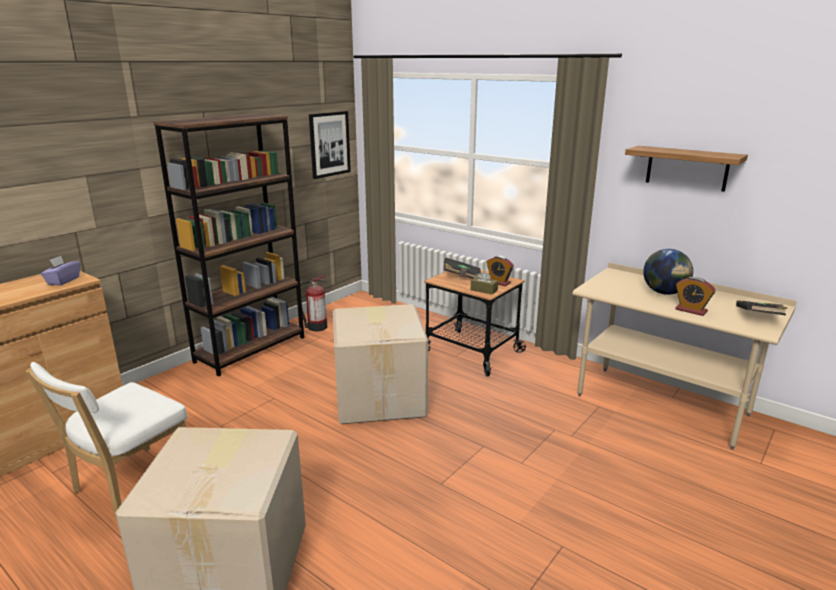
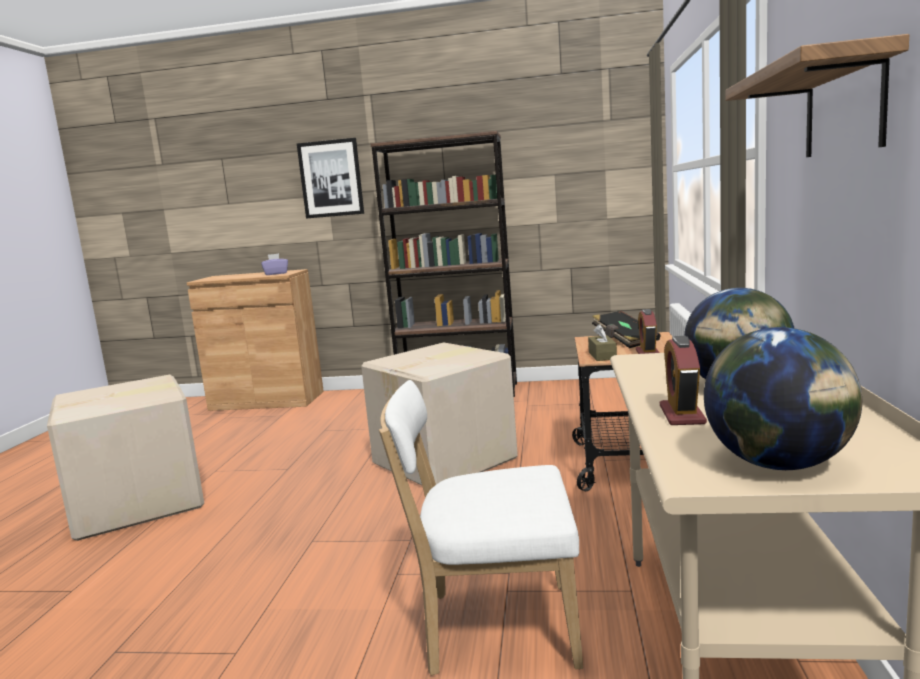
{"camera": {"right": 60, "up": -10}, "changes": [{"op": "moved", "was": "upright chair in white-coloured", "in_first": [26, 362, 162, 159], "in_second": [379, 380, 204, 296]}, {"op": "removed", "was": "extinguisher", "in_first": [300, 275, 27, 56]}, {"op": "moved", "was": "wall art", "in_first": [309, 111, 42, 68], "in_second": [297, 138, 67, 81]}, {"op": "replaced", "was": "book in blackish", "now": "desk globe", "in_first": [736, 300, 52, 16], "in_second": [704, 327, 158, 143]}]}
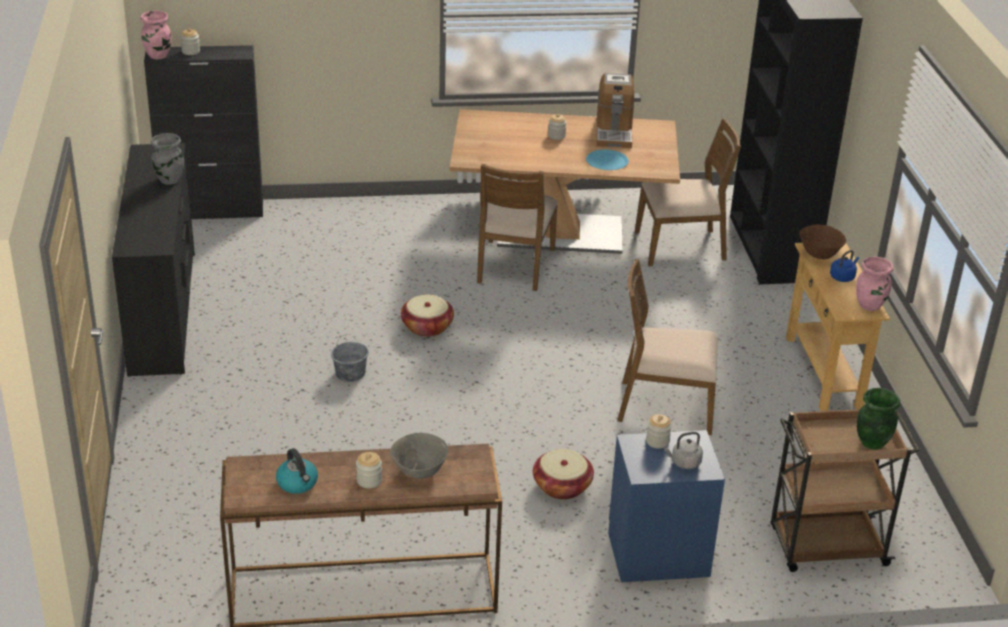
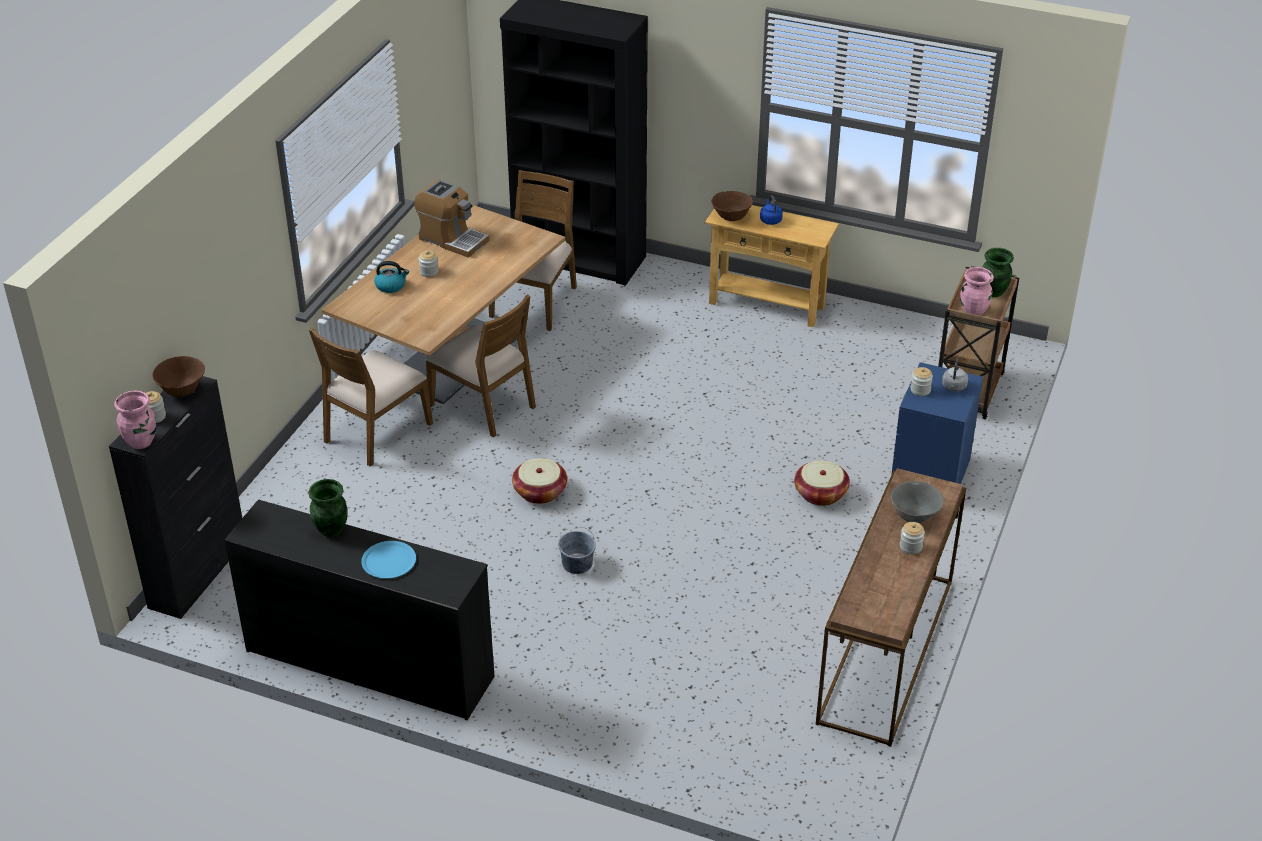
{"camera": {"right": -60, "up": 5}, "changes": [{"op": "recoloured", "was": "flower vase in gray", "now": "flower vase in green-coloured", "in_first": [151, 133, 33, 52], "in_second": [308, 479, 40, 58]}, {"op": "moved", "was": "tea kettle", "in_first": [276, 448, 42, 46], "in_second": [374, 261, 35, 32]}, {"op": "moved", "was": "dinner plate in blue-coloured", "in_first": [586, 150, 43, 20], "in_second": [361, 541, 55, 38]}, {"op": "moved", "was": "upright chair in brown-coloured", "in_first": [617, 259, 101, 176], "in_second": [309, 328, 124, 139]}, {"op": "moved", "was": "flower vase in pinkish", "in_first": [856, 257, 38, 54], "in_second": [960, 267, 34, 49]}, {"op": "added", "now": "deep dish in brown-coloured", "in_second": [152, 356, 53, 41]}]}
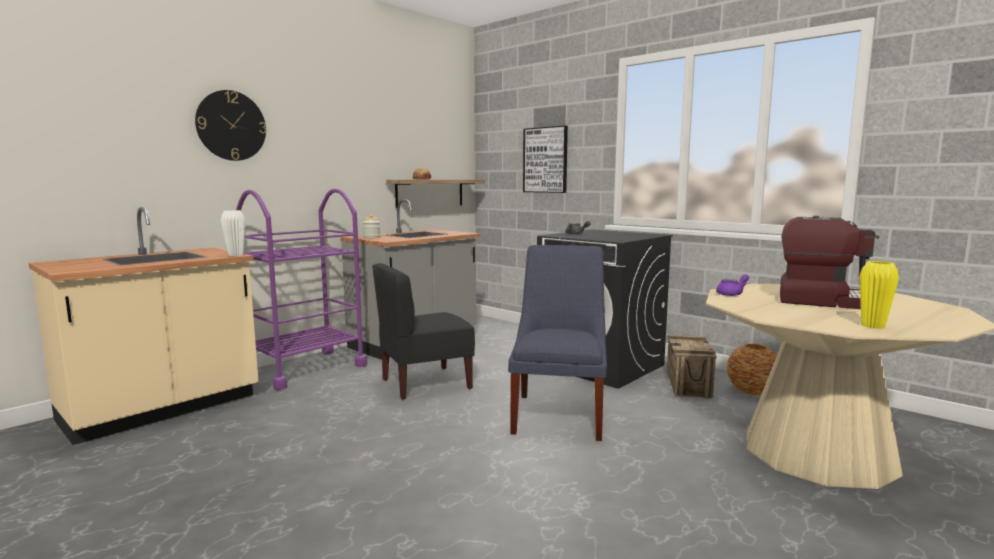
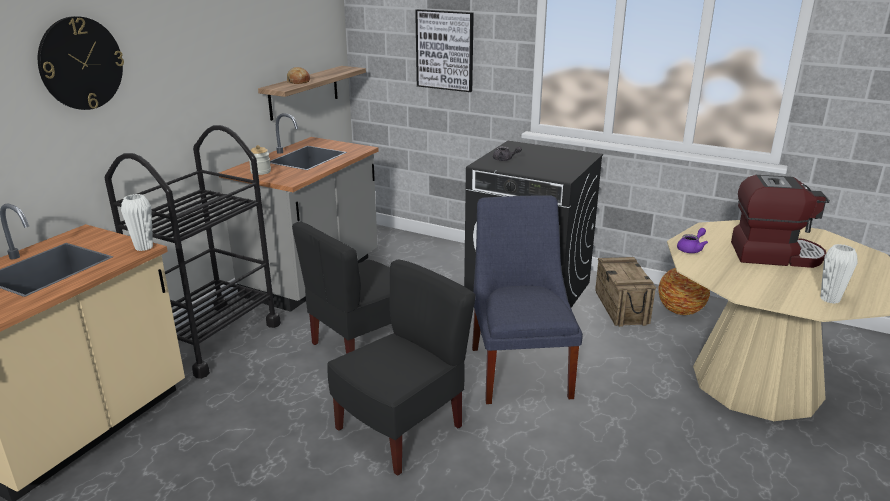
{"camera": {"right": -15, "up": 15}, "changes": [{"op": "recoloured", "was": "trolley in purple", "now": "trolley in blackish", "in_first": [236, 188, 131, 202], "in_second": [105, 125, 176, 254]}, {"op": "recoloured", "was": "flower vase in yellow-coloured", "now": "flower vase in white-coloured", "in_first": [859, 261, 40, 68], "in_second": [820, 244, 38, 60]}, {"op": "added", "now": "upright chair in blackish", "in_second": [327, 260, 149, 216]}]}
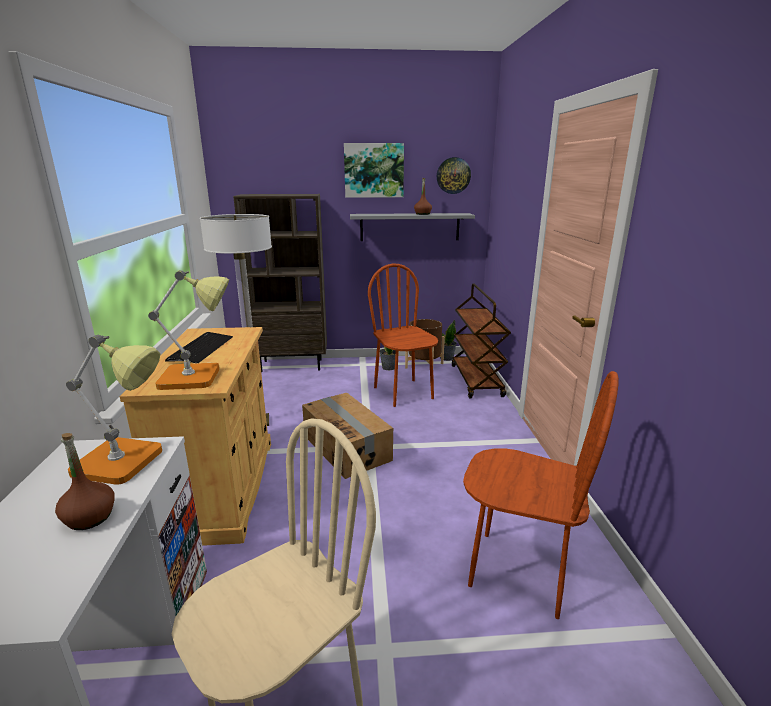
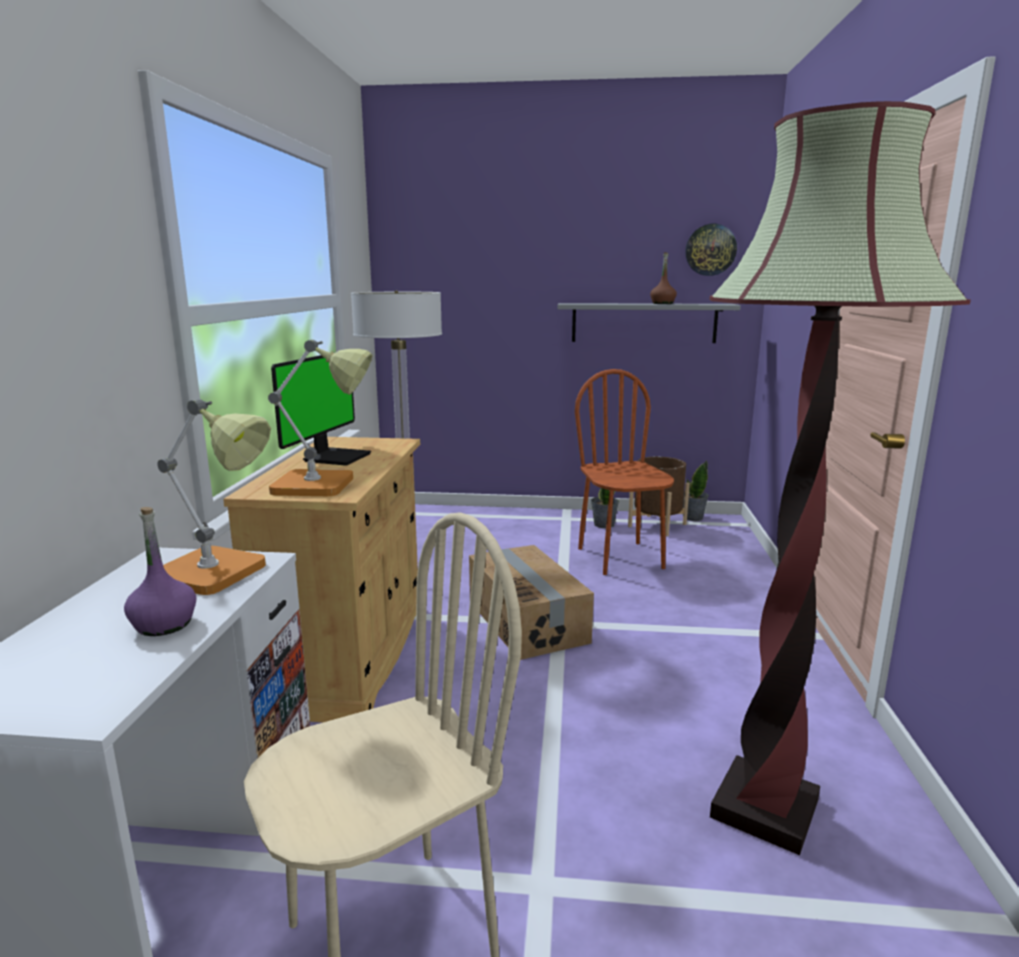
{"camera": {"right": 10, "up": -5}, "changes": [{"op": "recoloured", "was": "drink bottle in brown-coloured", "now": "drink bottle in purple", "in_first": [55, 433, 60, 97], "in_second": [124, 507, 73, 129]}, {"op": "replaced", "was": "computer keyboard", "now": "monitor", "in_first": [165, 332, 68, 31], "in_second": [271, 355, 100, 111]}, {"op": "removed", "was": "bookcase in brown-coloured", "in_first": [233, 194, 94, 178]}, {"op": "removed", "was": "wall art", "in_first": [344, 143, 60, 55]}, {"op": "removed", "was": "trolley in brown-coloured", "in_first": [452, 284, 59, 114]}, {"op": "replaced", "was": "upright chair in brown-coloured", "now": "standard lamp", "in_first": [463, 371, 156, 248], "in_second": [710, 101, 261, 754]}]}
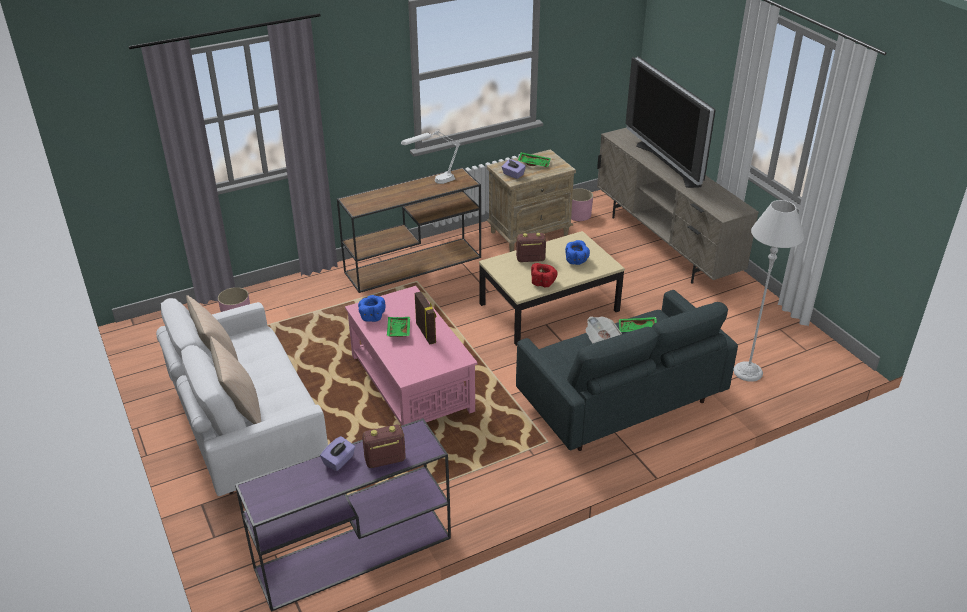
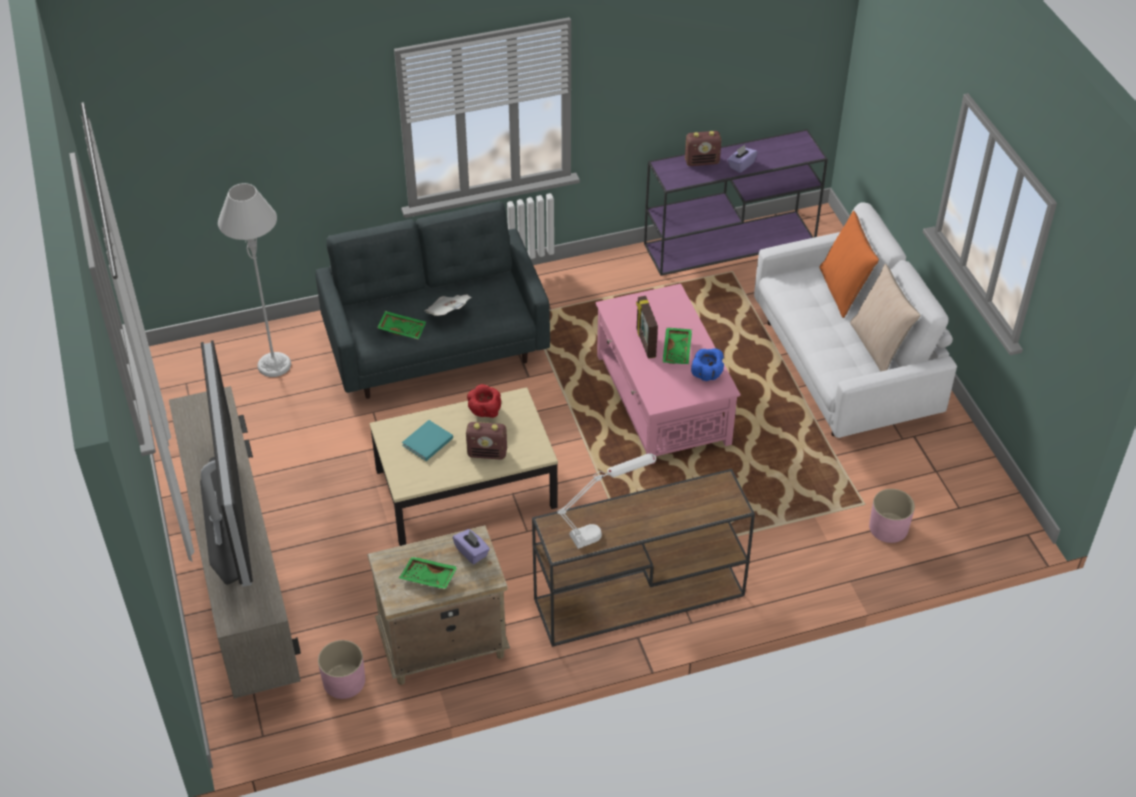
{"camera": {"right": -170, "up": 10}, "changes": [{"op": "recoloured", "was": "throw pillow in beige", "now": "throw pillow in orangey", "in_first": [210, 336, 51, 88], "in_second": [819, 211, 60, 107]}, {"op": "replaced", "was": "deep dish in blue-coloured", "now": "book in turquoise-coloured", "in_first": [565, 240, 25, 25], "in_second": [402, 420, 51, 41]}]}
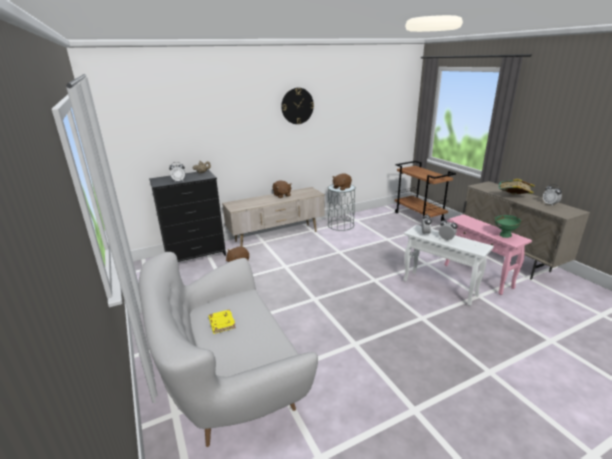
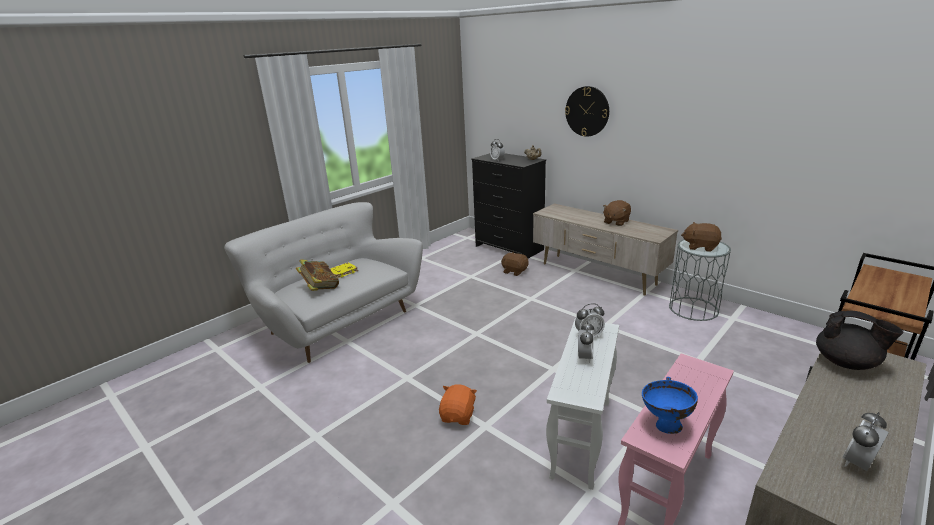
{"camera": {"right": 70, "up": 0}, "changes": [{"op": "moved", "was": "clock on the wall", "in_first": [281, 88, 33, 36], "in_second": [565, 86, 44, 51]}, {"op": "recoloured", "was": "deep dish in green-coloured", "now": "deep dish in blue-coloured", "in_first": [495, 215, 27, 23], "in_second": [642, 377, 56, 57]}, {"op": "moved", "was": "book", "in_first": [499, 179, 36, 15], "in_second": [296, 260, 43, 31]}, {"op": "added", "now": "cuddly toy in orangey", "in_second": [439, 385, 38, 40]}, {"op": "added", "now": "pot for tea in blackish", "in_second": [816, 311, 87, 59]}]}
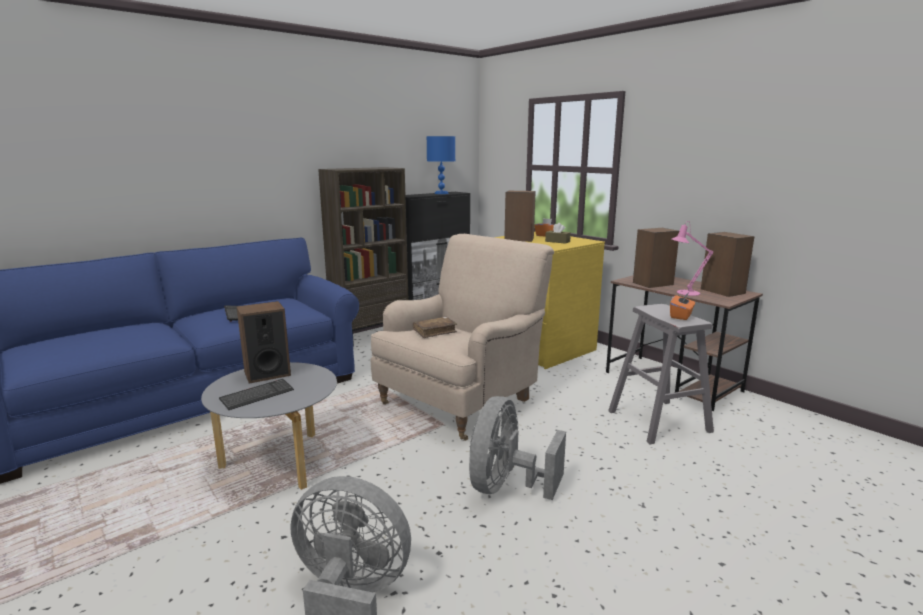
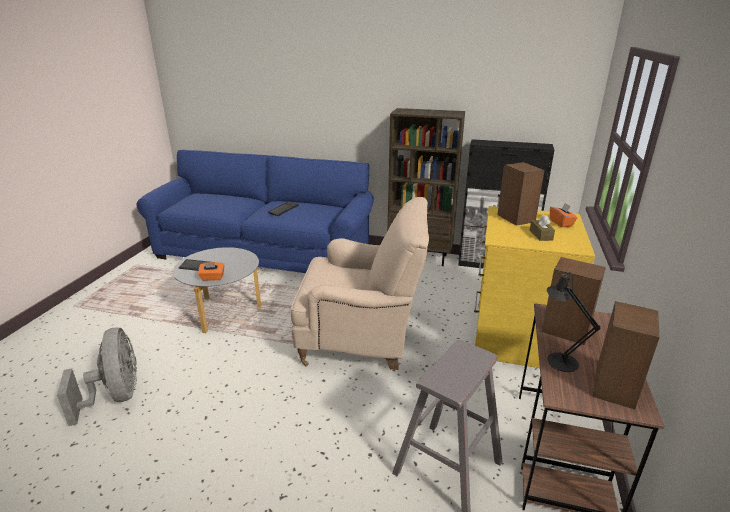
{"camera": {"right": 55, "up": 10}, "changes": [{"op": "removed", "was": "loudspeaker", "in_first": [236, 301, 55, 82]}, {"op": "removed", "was": "book in brown-coloured", "in_first": [413, 317, 44, 21]}, {"op": "removed", "was": "lamp for a table in blue-coloured", "in_first": [427, 136, 28, 58]}, {"op": "removed", "was": "fan in gray", "in_first": [469, 396, 97, 104]}, {"op": "moved", "was": "tissue box in orangey", "in_first": [670, 293, 25, 27], "in_second": [198, 262, 27, 19]}, {"op": "recoloured", "was": "lamp for a table in pinkish", "now": "lamp for a table in blackish", "in_first": [672, 221, 41, 75], "in_second": [547, 272, 53, 100]}]}
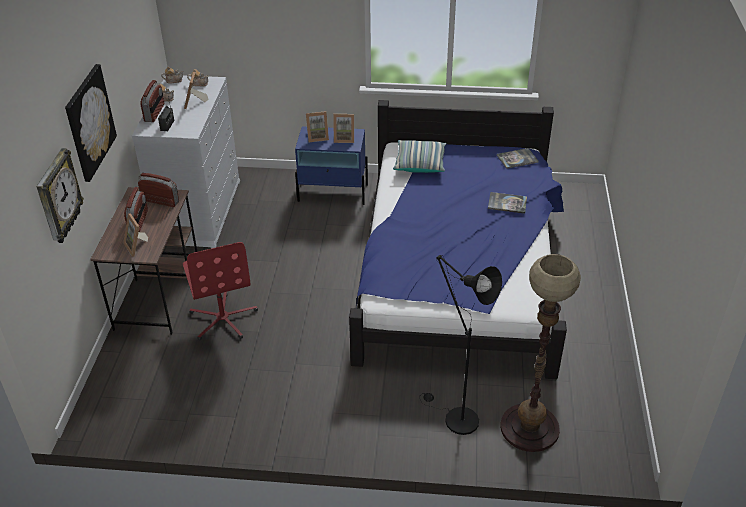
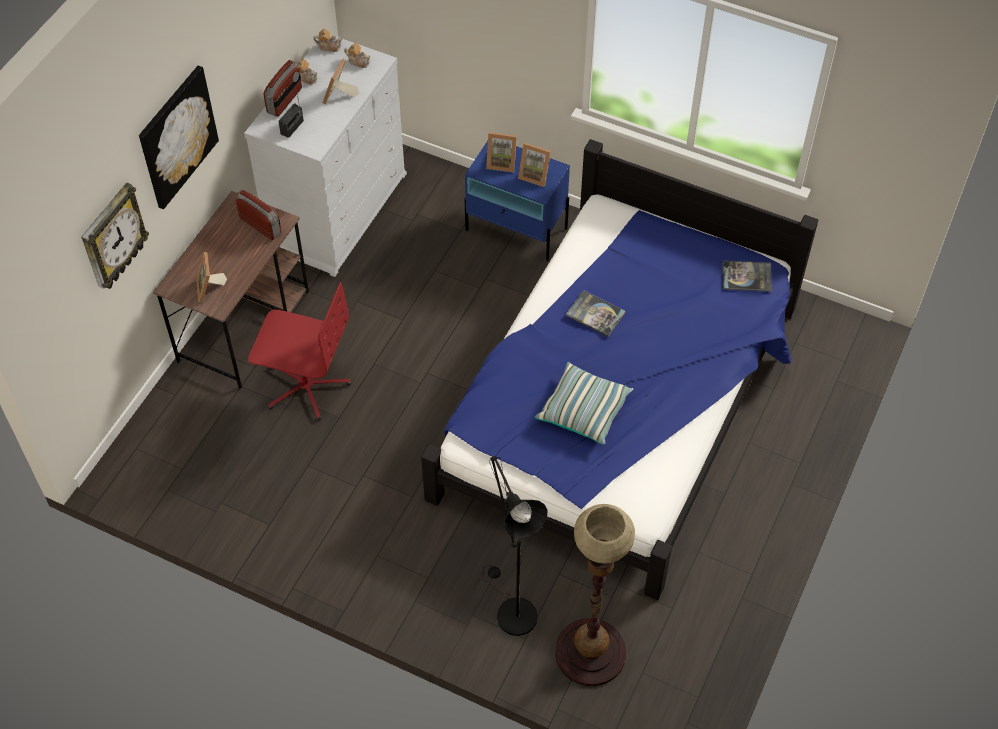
{"camera": {"right": 20, "up": 15}, "changes": [{"op": "removed", "was": "radio", "in_first": [124, 187, 24, 45]}, {"op": "turned", "was": "computer chair in red-coloured", "in_first": [183, 242, 75, 98], "in_second": [248, 282, 103, 139], "clockwise": -75}, {"op": "moved", "was": "throw pillow", "in_first": [393, 140, 53, 33], "in_second": [535, 362, 98, 83]}, {"op": "moved", "was": "book", "in_first": [488, 192, 39, 22], "in_second": [565, 290, 61, 47]}]}
